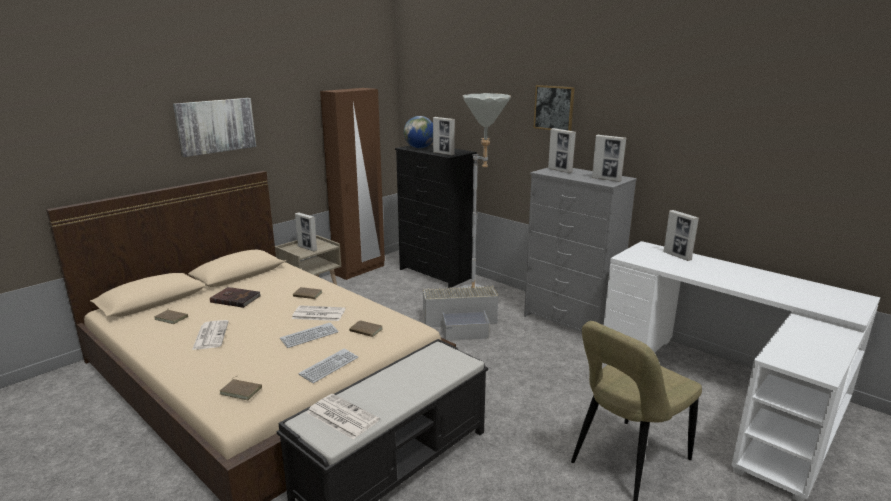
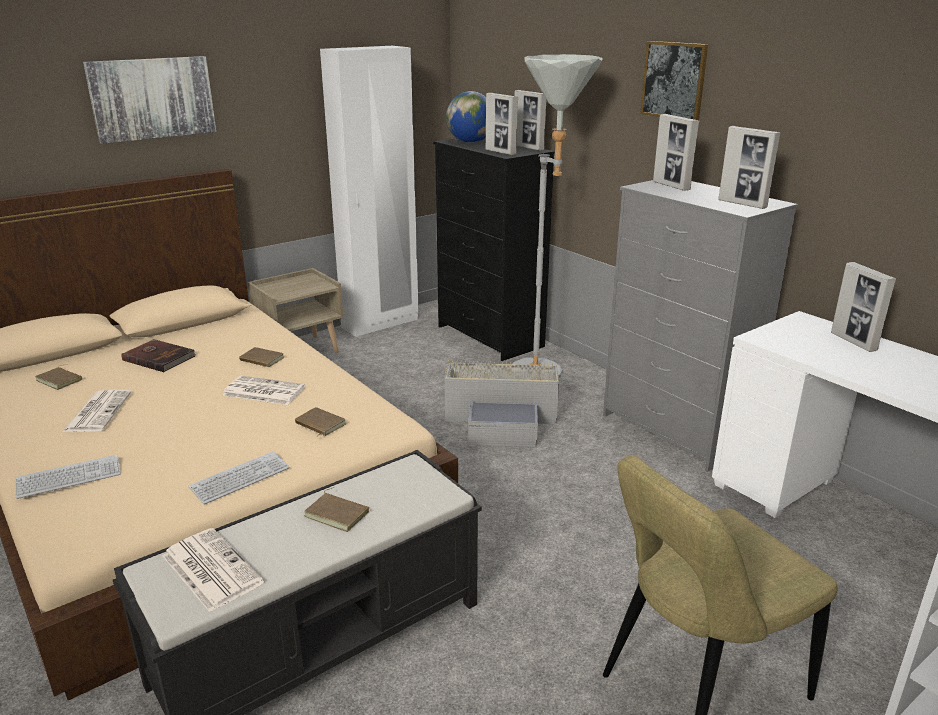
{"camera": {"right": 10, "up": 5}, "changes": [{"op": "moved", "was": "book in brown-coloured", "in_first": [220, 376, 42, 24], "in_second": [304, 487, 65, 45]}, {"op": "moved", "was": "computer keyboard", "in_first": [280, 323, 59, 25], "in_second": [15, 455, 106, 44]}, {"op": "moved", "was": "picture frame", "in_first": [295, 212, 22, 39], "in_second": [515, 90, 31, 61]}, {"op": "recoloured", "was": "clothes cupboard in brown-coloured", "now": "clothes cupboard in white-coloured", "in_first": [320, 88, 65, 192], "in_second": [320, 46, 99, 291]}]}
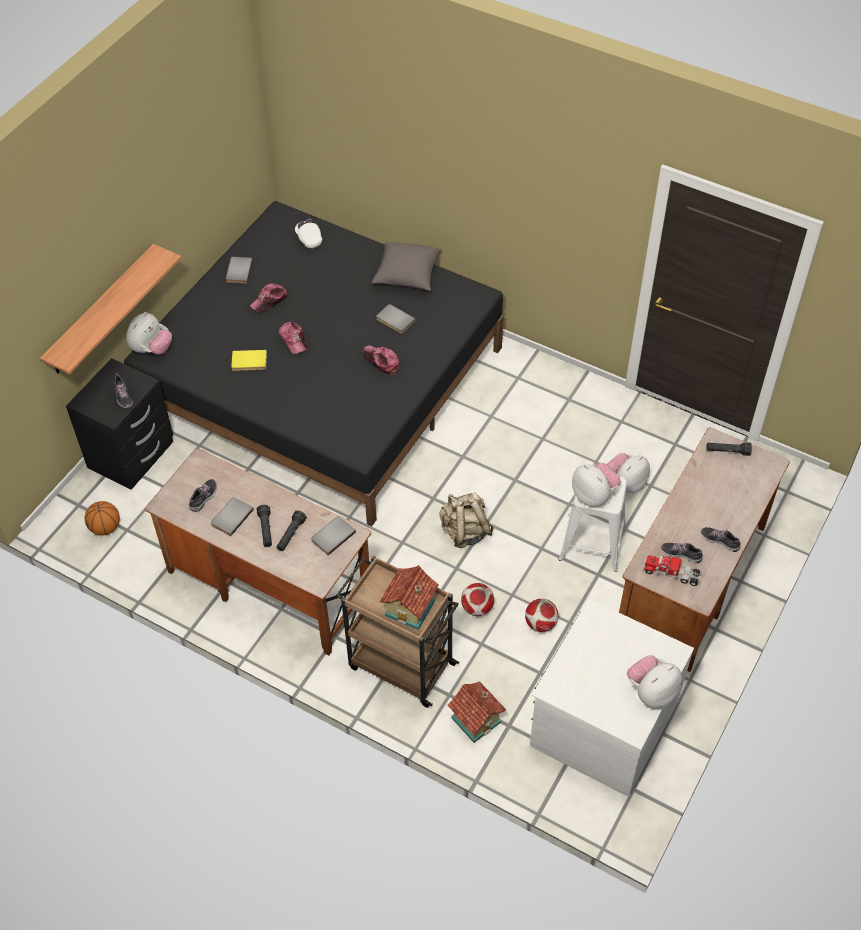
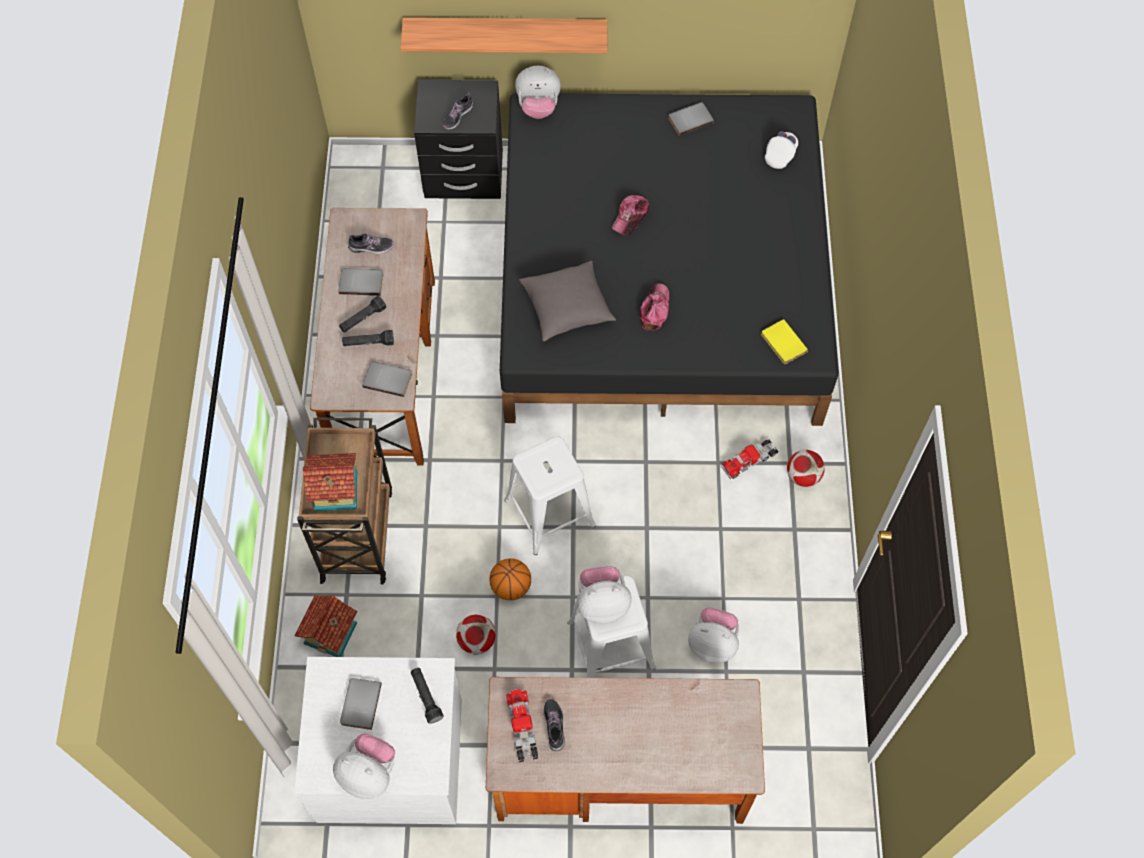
{"camera": {"right": 60, "up": 10}, "changes": [{"op": "moved", "was": "basketball ball", "in_first": [85, 501, 35, 35], "in_second": [490, 558, 41, 42]}, {"op": "moved", "was": "book in yellow-coloured", "in_first": [231, 350, 36, 21], "in_second": [761, 319, 47, 45]}, {"op": "removed", "was": "peaked cap", "in_first": [250, 283, 38, 30]}, {"op": "moved", "was": "throw pillow in gray", "in_first": [372, 241, 70, 50], "in_second": [519, 261, 97, 80]}, {"op": "moved", "was": "book in gray", "in_first": [376, 304, 39, 30], "in_second": [340, 678, 42, 52]}, {"op": "replaced", "was": "knapsack in beige", "now": "stool seat in white-coloured", "in_first": [439, 493, 55, 55], "in_second": [504, 436, 92, 119]}, {"op": "moved", "was": "ball for football", "in_first": [461, 583, 33, 33], "in_second": [787, 450, 38, 37]}, {"op": "turned", "was": "cuddly toy", "in_first": [572, 463, 49, 44], "in_second": [577, 566, 55, 58], "clockwise": -120}, {"op": "removed", "was": "low shoe", "in_first": [701, 527, 40, 25]}, {"op": "moved", "was": "flashlight in blackish", "in_first": [706, 442, 46, 14], "in_second": [411, 668, 33, 56]}, {"op": "added", "now": "toy lorry", "in_second": [721, 439, 57, 41]}]}
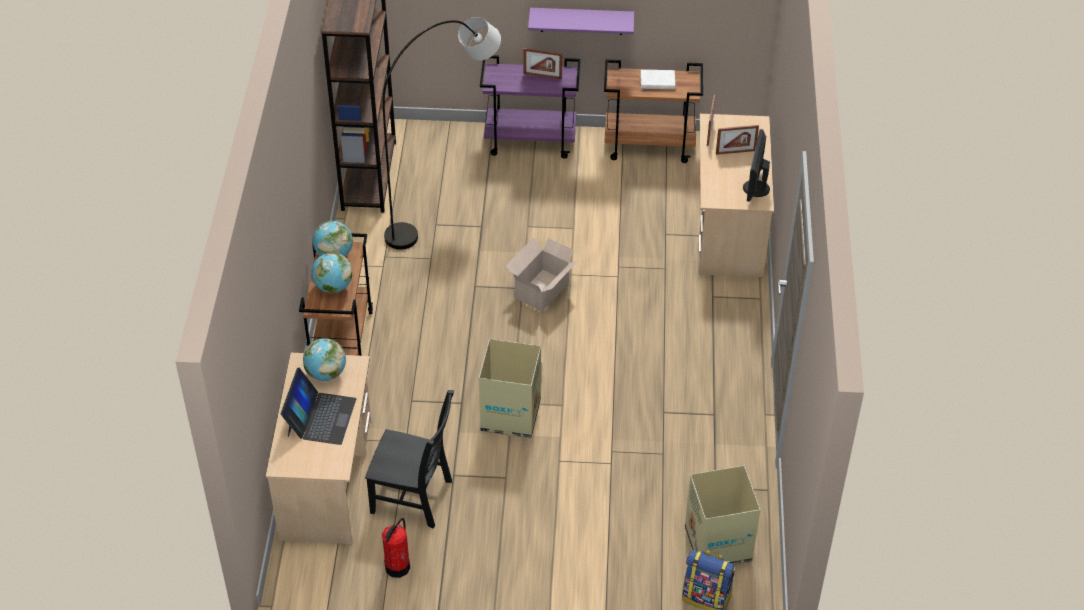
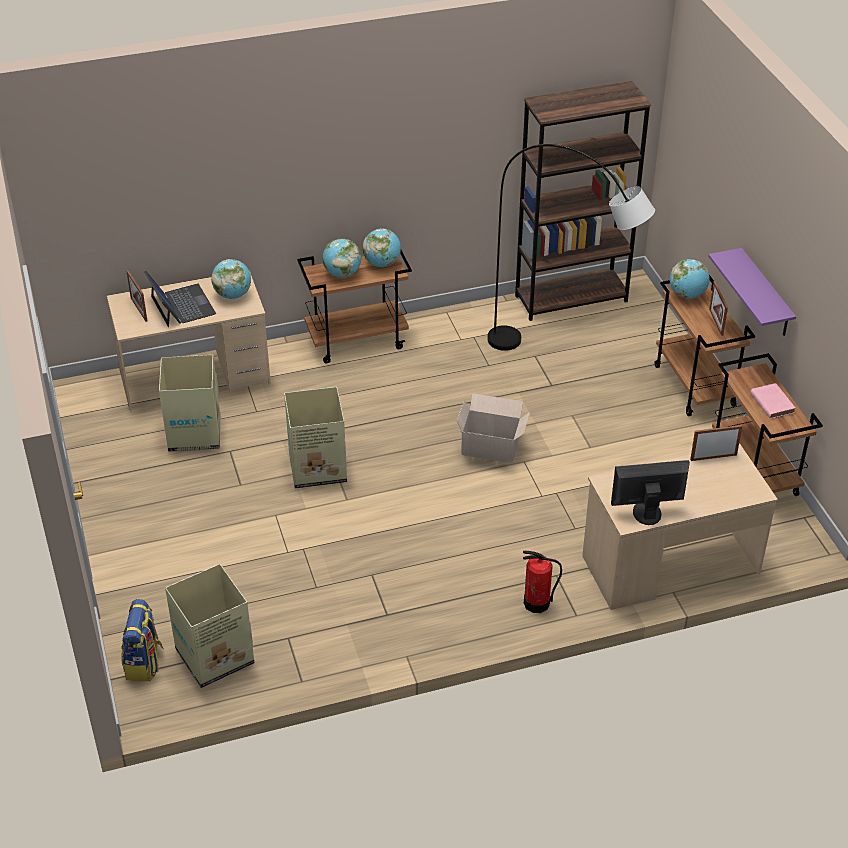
{"camera": {"right": 70, "up": -5}, "changes": [{"op": "turned", "was": "laptop", "in_first": [281, 368, 75, 77], "in_second": [144, 271, 72, 56], "clockwise": -105}, {"op": "replaced", "was": "upright chair in blackish", "now": "carton", "in_first": [365, 390, 89, 138], "in_second": [159, 355, 61, 97]}, {"op": "moved", "was": "extinguisher", "in_first": [382, 518, 28, 60], "in_second": [523, 551, 39, 62]}, {"op": "recoloured", "was": "trolley in purple", "now": "trolley in brown-coloured", "in_first": [480, 55, 100, 104], "in_second": [654, 275, 101, 141]}, {"op": "recoloured", "was": "book in white-coloured", "now": "book in pinkish", "in_first": [641, 70, 34, 19], "in_second": [750, 383, 46, 36]}, {"op": "moved", "was": "picture frame", "in_first": [716, 125, 43, 30], "in_second": [126, 270, 21, 52]}, {"op": "added", "now": "desk globe", "in_second": [670, 259, 40, 40]}]}
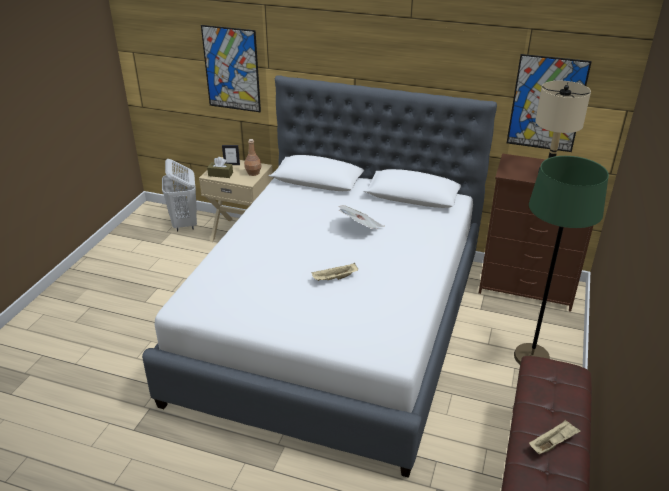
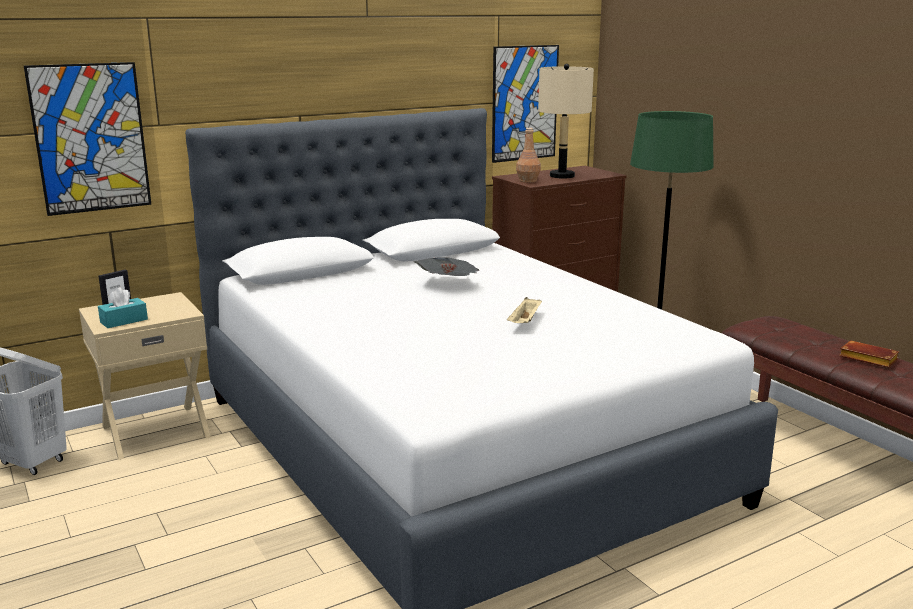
{"camera": {"right": -50, "up": -15}, "changes": [{"op": "recoloured", "was": "tissue box in brown-coloured", "now": "tissue box in turquoise-coloured", "in_first": [207, 157, 26, 21], "in_second": [98, 287, 50, 41]}, {"op": "moved", "was": "drink bottle in brown-coloured", "in_first": [244, 139, 18, 37], "in_second": [516, 128, 25, 55]}, {"op": "replaced", "was": "serving tray in beige", "now": "book in brown-coloured", "in_first": [529, 420, 52, 34], "in_second": [839, 340, 60, 28]}]}
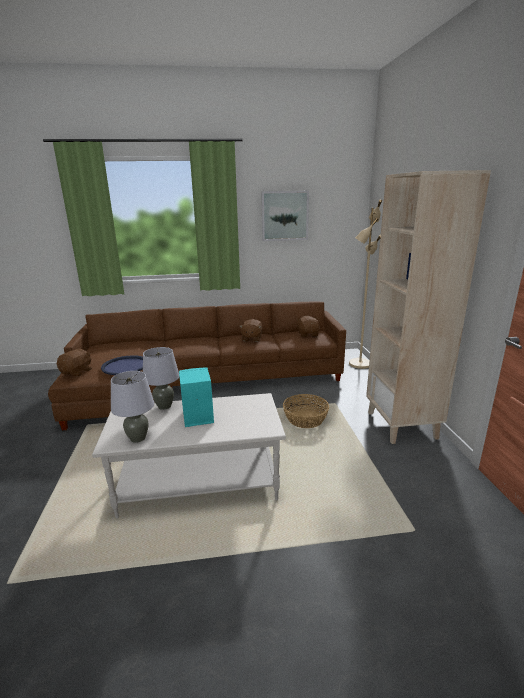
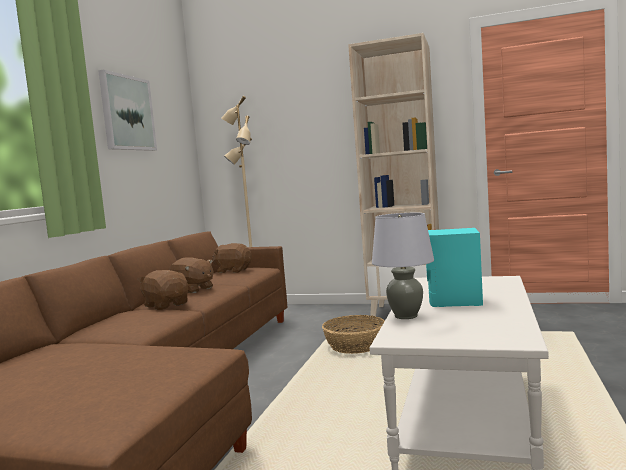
{"camera": {"right": -65, "up": -15}, "changes": [{"op": "moved", "was": "cuddly toy in brown-coloured", "in_first": [57, 349, 35, 28], "in_second": [137, 270, 51, 40]}, {"op": "removed", "was": "serving tray in blue-coloured", "in_first": [101, 355, 42, 20]}, {"op": "removed", "was": "lamp for a table in gray", "in_first": [111, 371, 43, 72]}]}
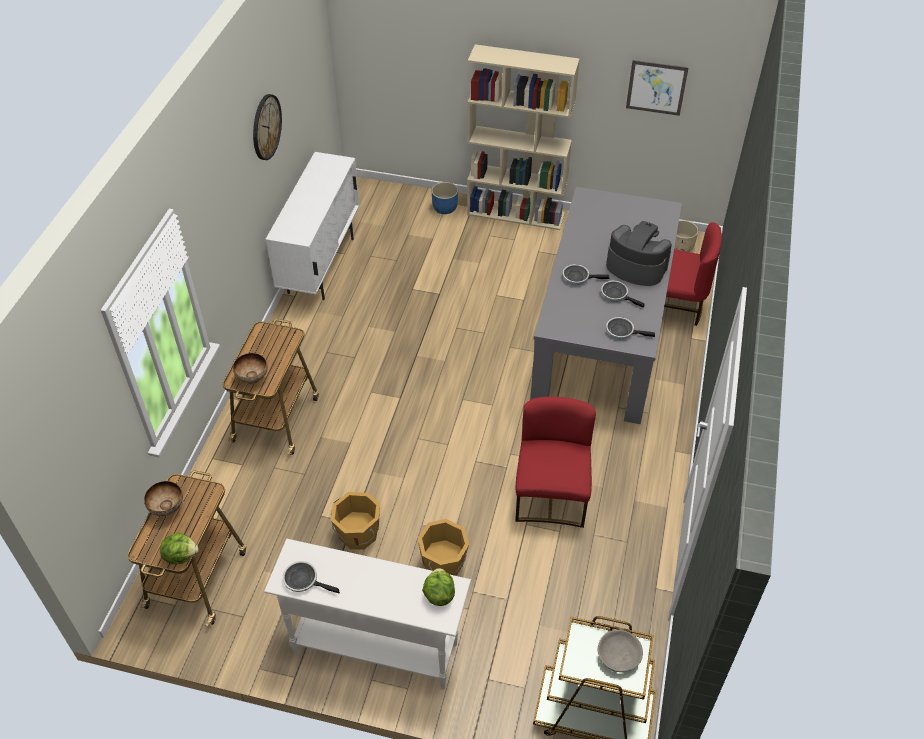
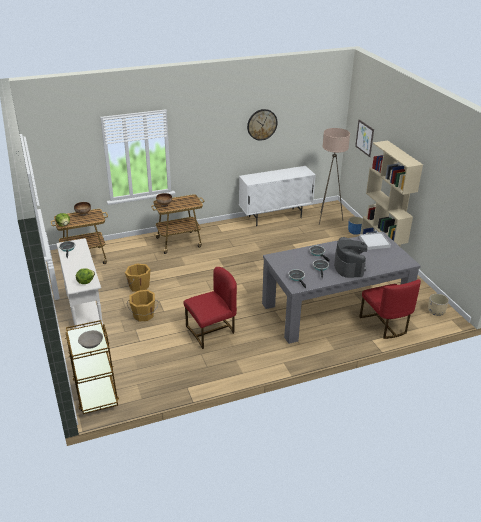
{"camera": {"right": 55, "up": -15}, "changes": [{"op": "moved", "was": "wall art", "in_first": [626, 60, 63, 56], "in_second": [355, 119, 19, 38]}, {"op": "added", "now": "standard lamp in beige", "in_second": [319, 128, 31, 97]}, {"op": "added", "now": "serving tray in white-coloured", "in_second": [359, 232, 32, 18]}]}
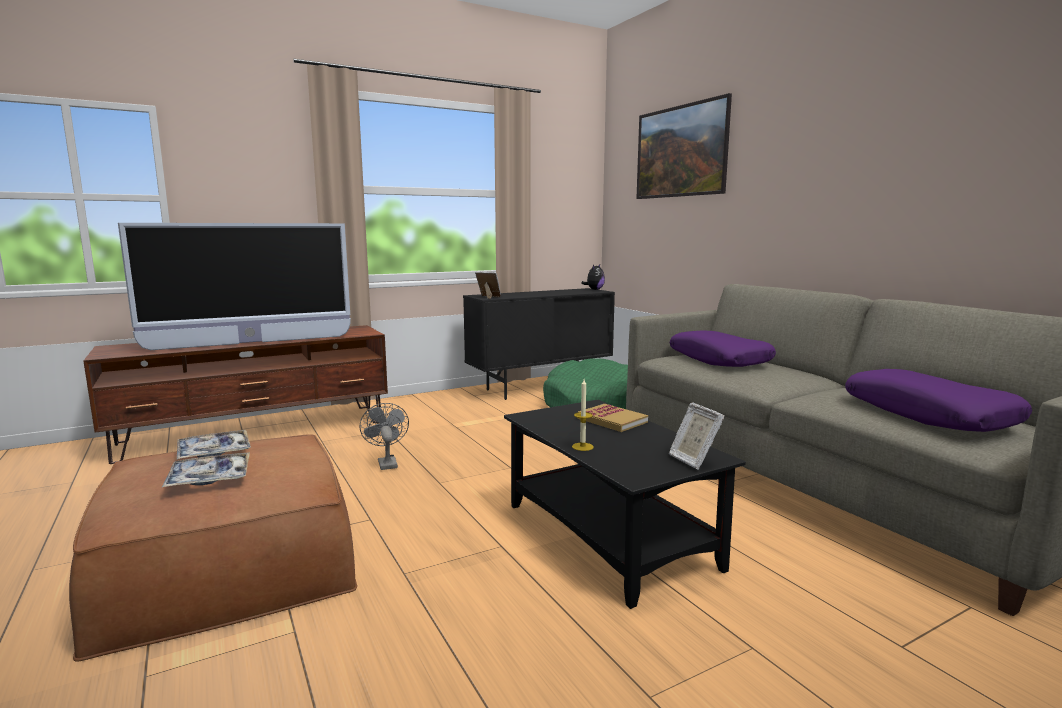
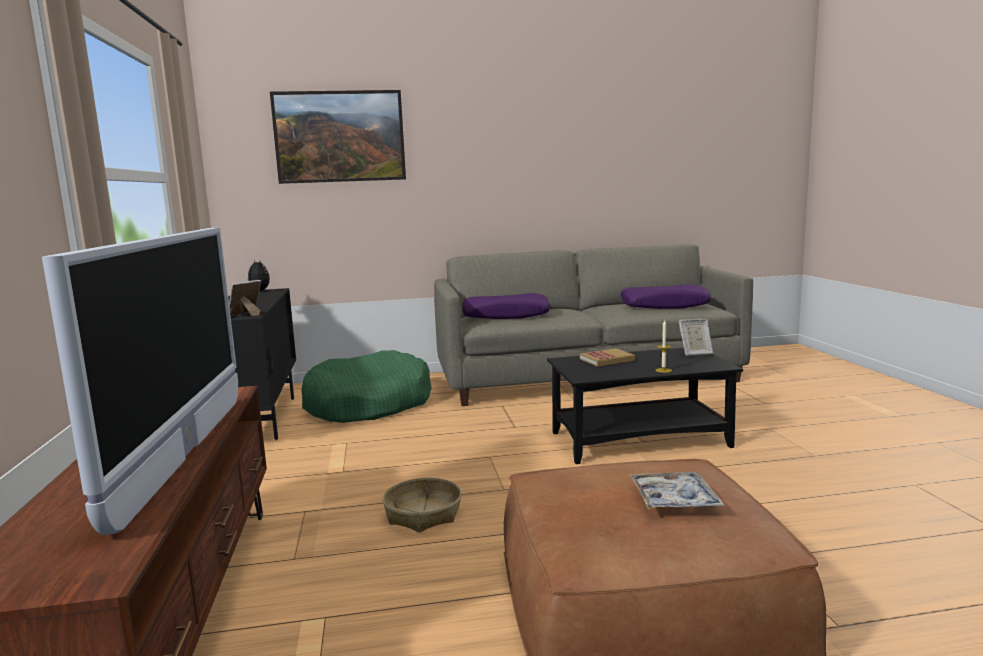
{"camera": {"right": -70, "up": 0}, "changes": [{"op": "removed", "was": "serving tray", "in_first": [177, 430, 74, 29]}, {"op": "replaced", "was": "fan in gray", "now": "basket", "in_first": [359, 403, 50, 67], "in_second": [382, 478, 80, 54]}]}
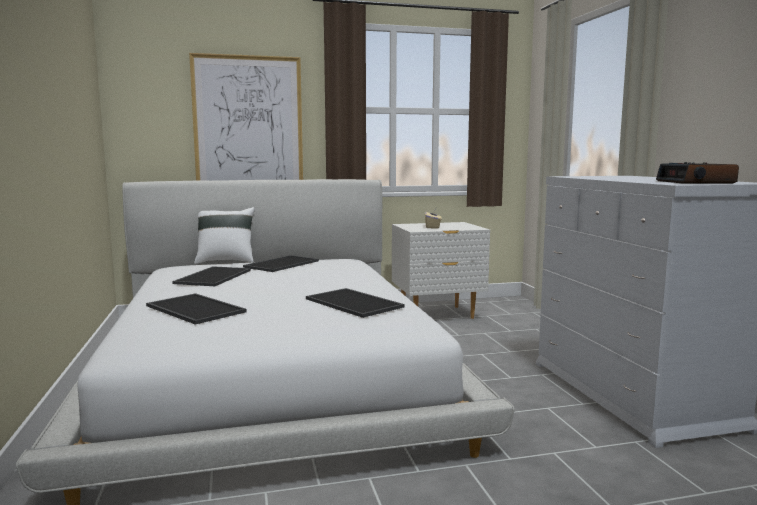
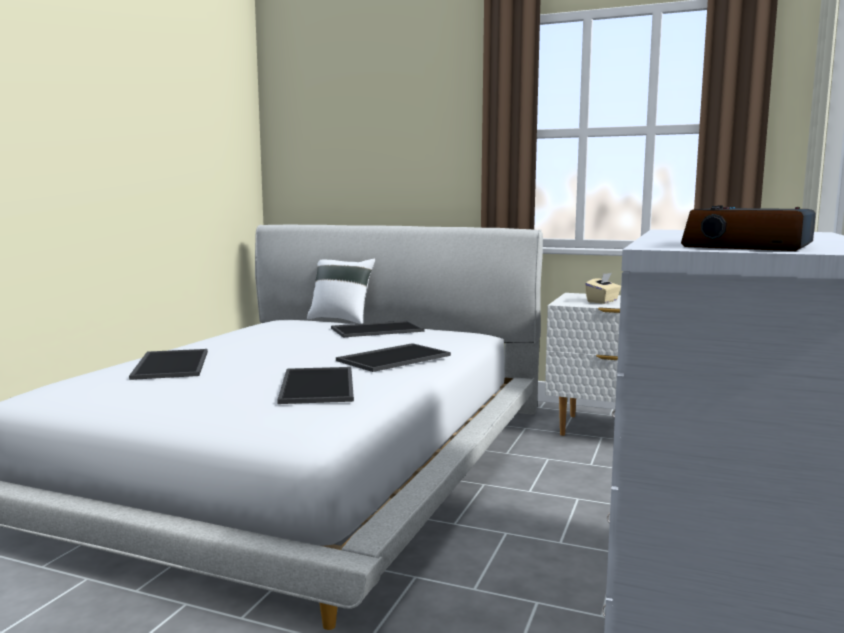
{"camera": {"right": 35, "up": 0}, "changes": [{"op": "moved", "was": "serving tray", "in_first": [172, 266, 79, 20], "in_second": [336, 343, 115, 29]}, {"op": "removed", "was": "wall art", "in_first": [189, 53, 114, 128]}]}
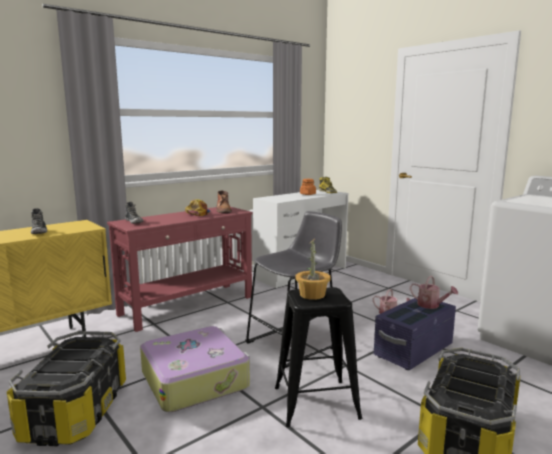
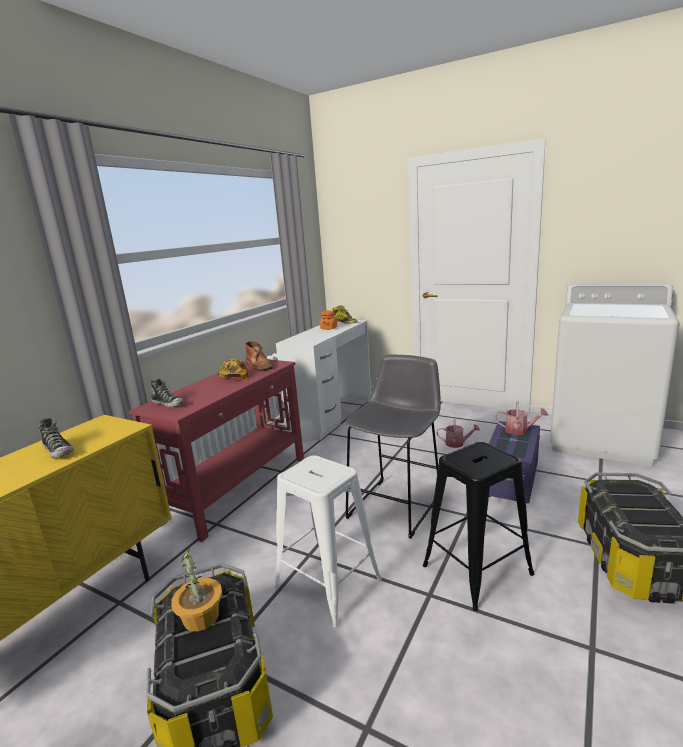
{"camera": {"right": -20, "up": 5}, "changes": [{"op": "replaced", "was": "piece of luggage", "now": "stool seat in white-coloured", "in_first": [140, 326, 110, 86], "in_second": [274, 455, 108, 172]}, {"op": "moved", "was": "houseplant", "in_first": [295, 240, 36, 60], "in_second": [171, 549, 51, 82]}]}
